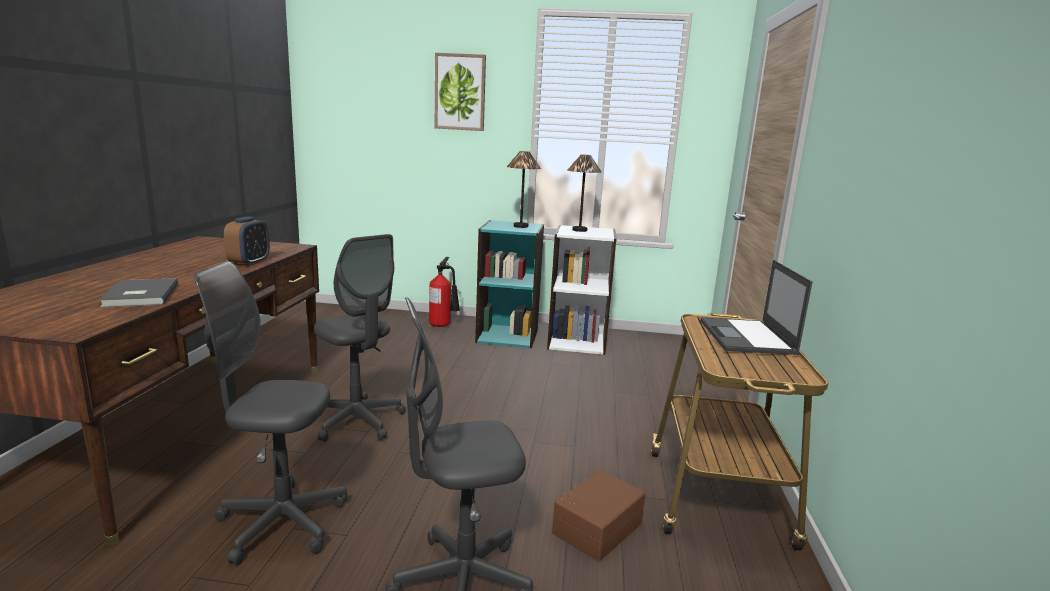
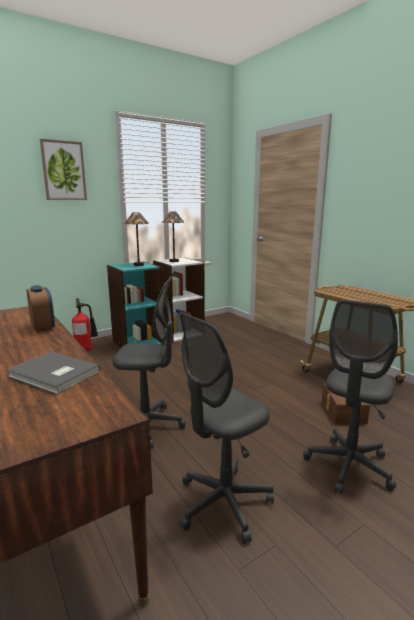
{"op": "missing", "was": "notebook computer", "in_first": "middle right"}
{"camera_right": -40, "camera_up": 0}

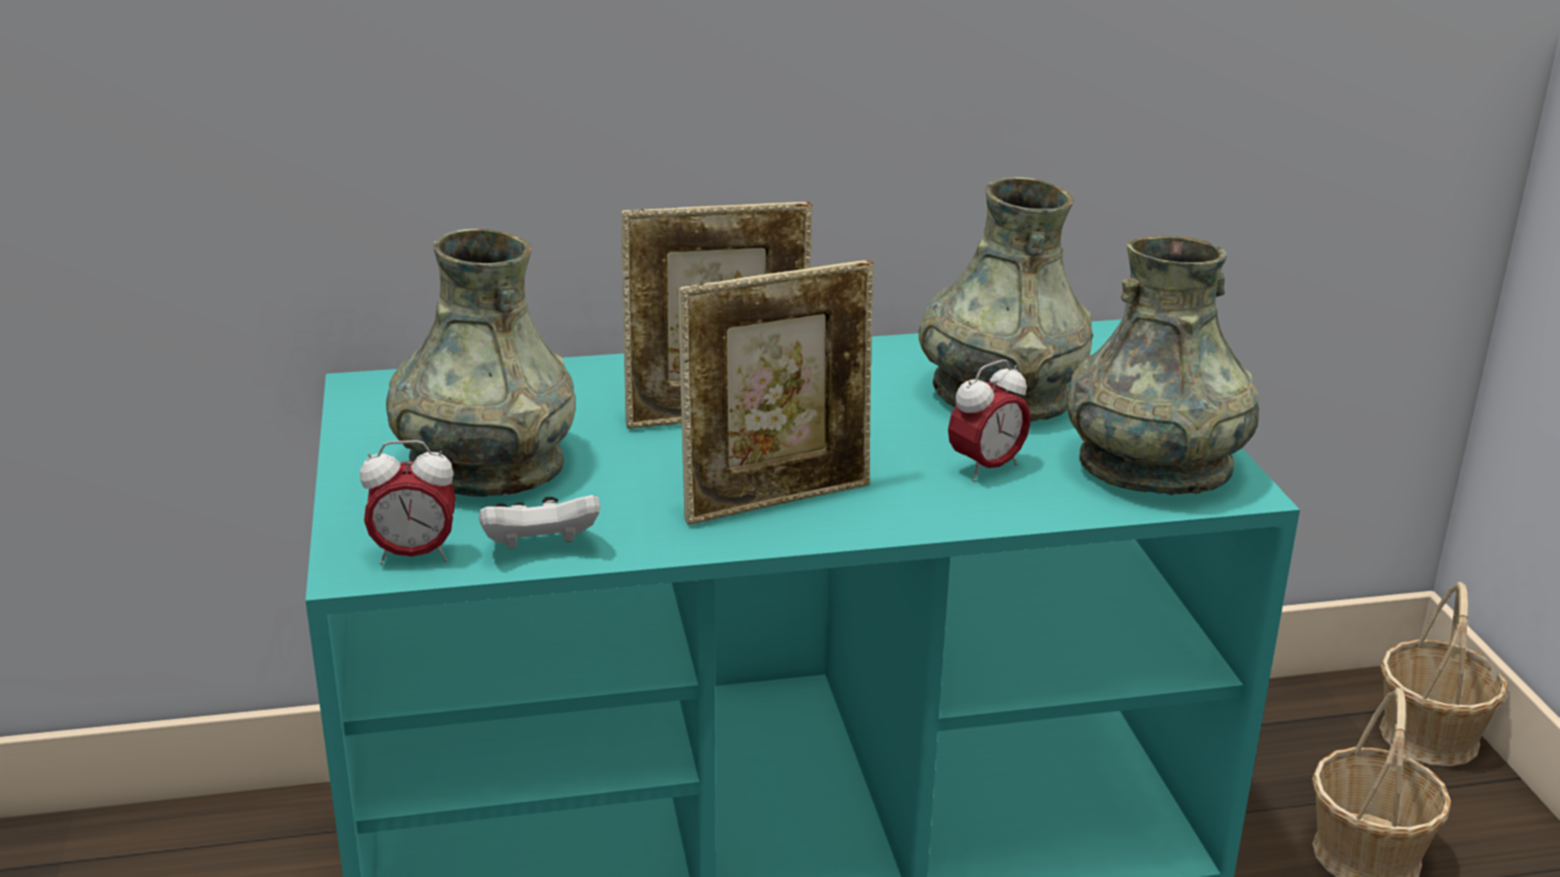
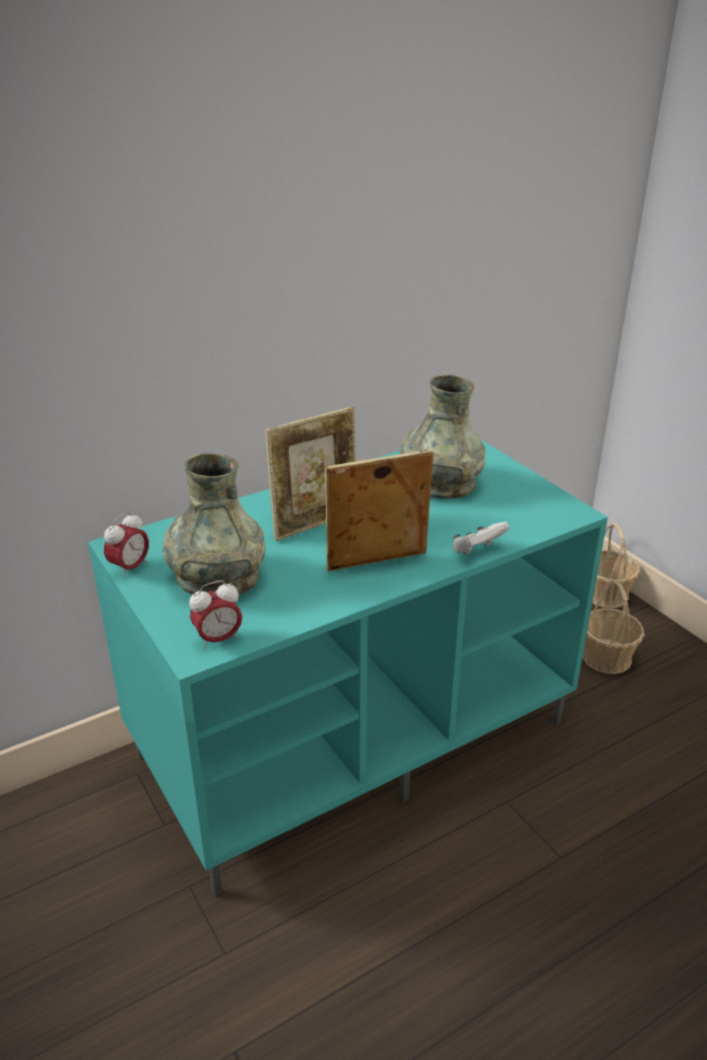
{"op": "relocated", "was": "alarm clock (no. 2 from left in the first image)", "now": "alarm clock (no. 1 from left)", "in_first": "centre", "in_second": "middle left"}
{"op": "spun", "was": "standing frame (no. 2 from left)", "in_first": "centre", "in_second": "centre", "clockwise": -150}
{"op": "relocated", "was": "white-coloured joypad", "in_first": "centre", "in_second": "middle right"}
{"op": "missing", "was": "greyish vase (no. 3 from left)", "in_first": "middle right"}
{"camera_right": -20, "camera_up": 5}

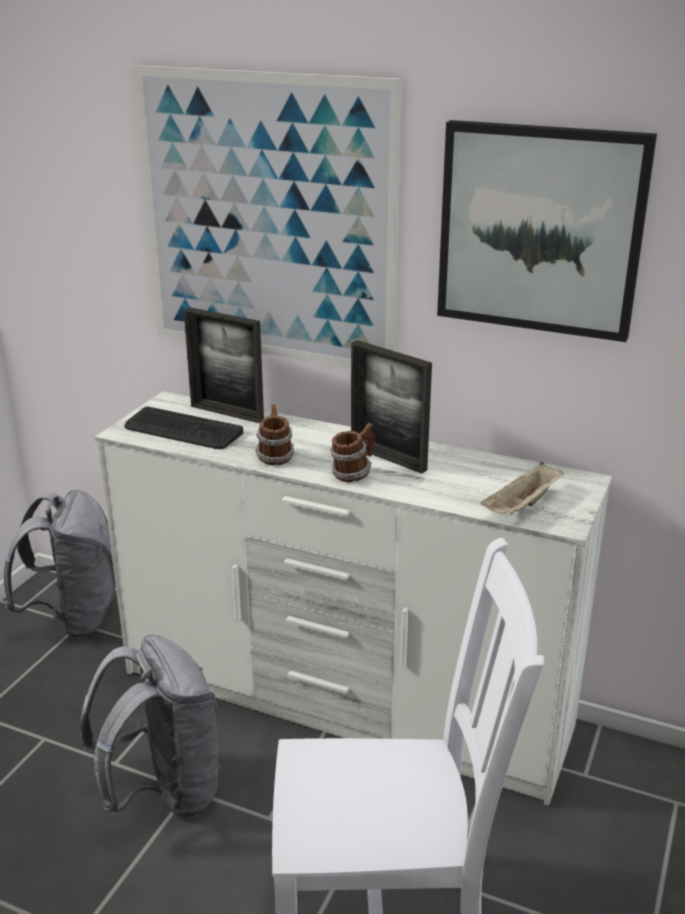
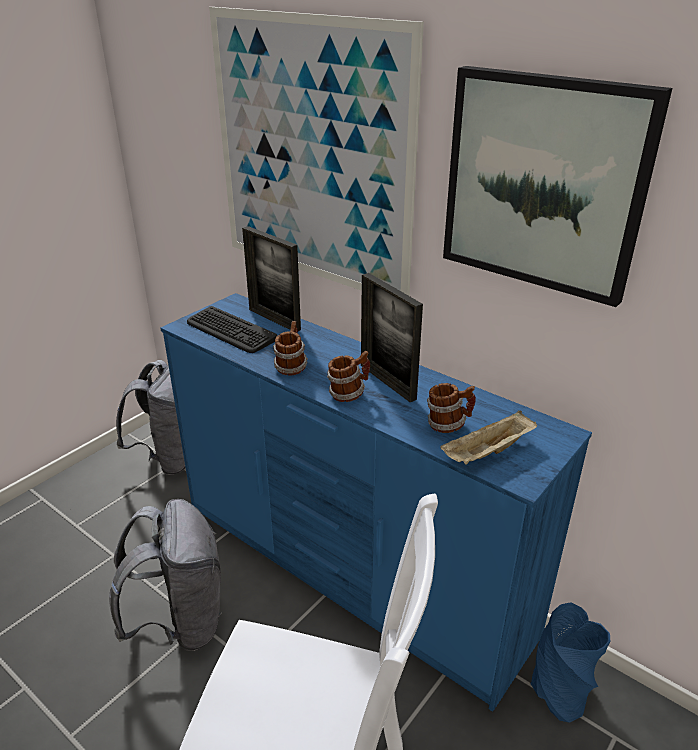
{"op": "colour", "was": "white-coloured chest of drawers", "now": "blue chest of drawers", "in_first": "centre", "in_second": "bottom centre"}
{"op": "appeared", "now": "tea mug (no. 3 from left)", "in_second": "centre"}
{"op": "appeared", "now": "blue vase", "in_second": "bottom right"}
{"camera_right": 15, "camera_up": 5}

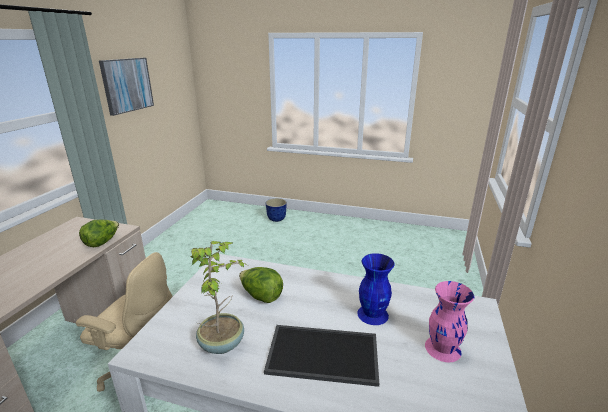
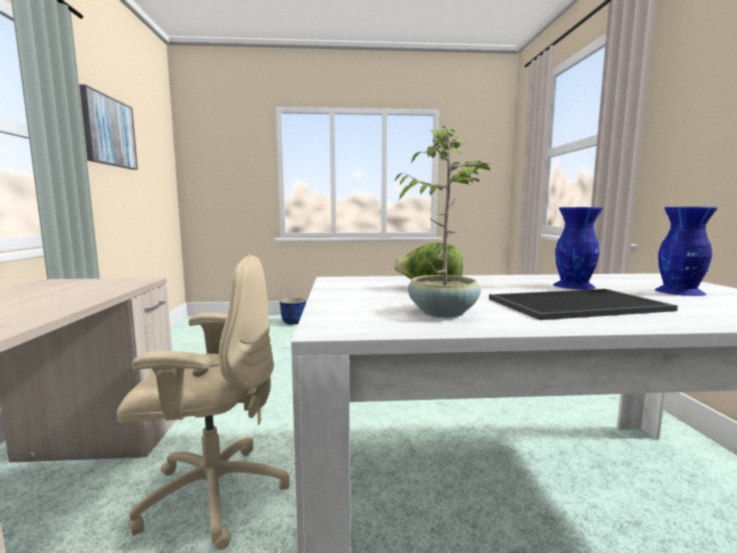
{"op": "colour", "was": "pinkish vase", "now": "blue vase (no. 2 from left)", "in_first": "bottom right", "in_second": "middle right"}
{"op": "missing", "was": "lettuce (no. 1 from left)", "in_first": "middle left"}
{"camera_right": -20, "camera_up": -15}

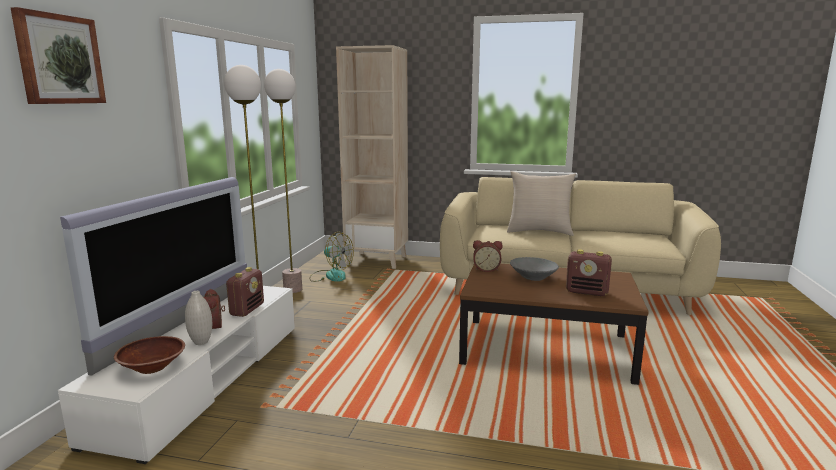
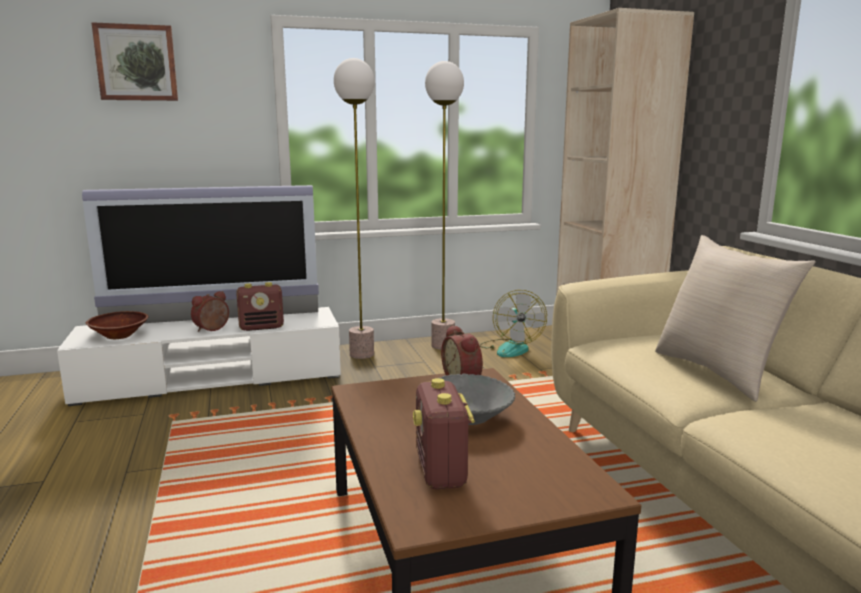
{"op": "missing", "was": "white-coloured vase", "in_first": "bottom left"}
{"camera_right": 60, "camera_up": 0}

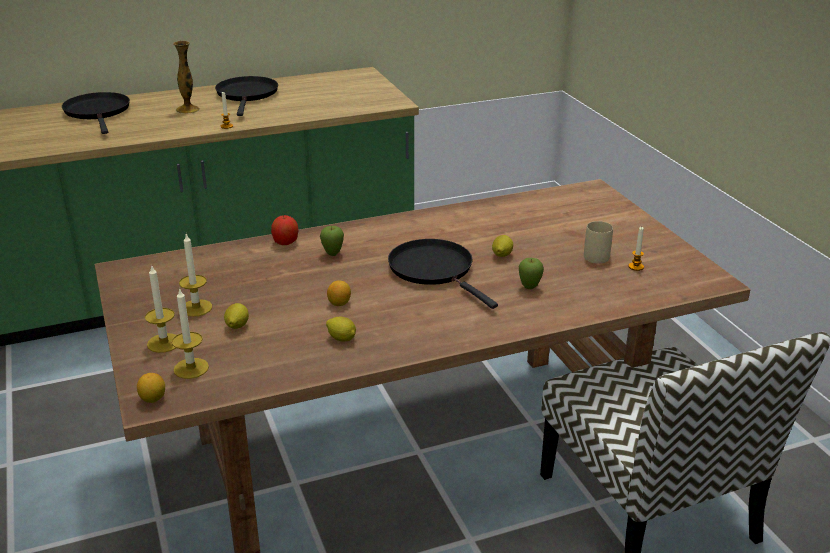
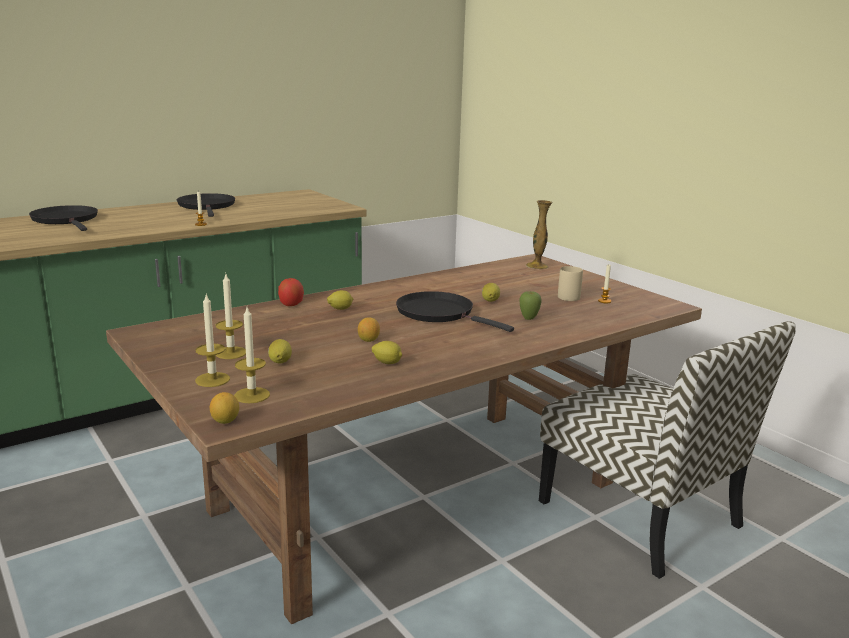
{"op": "exchanged", "was": "apple (no. 2 from left)", "now": "citrus fruit (no. 3 from left)", "in_first": "centre", "in_second": "centre"}
{"op": "relocated", "was": "vase", "in_first": "top left", "in_second": "centre"}
{"camera_right": -15, "camera_up": -10}

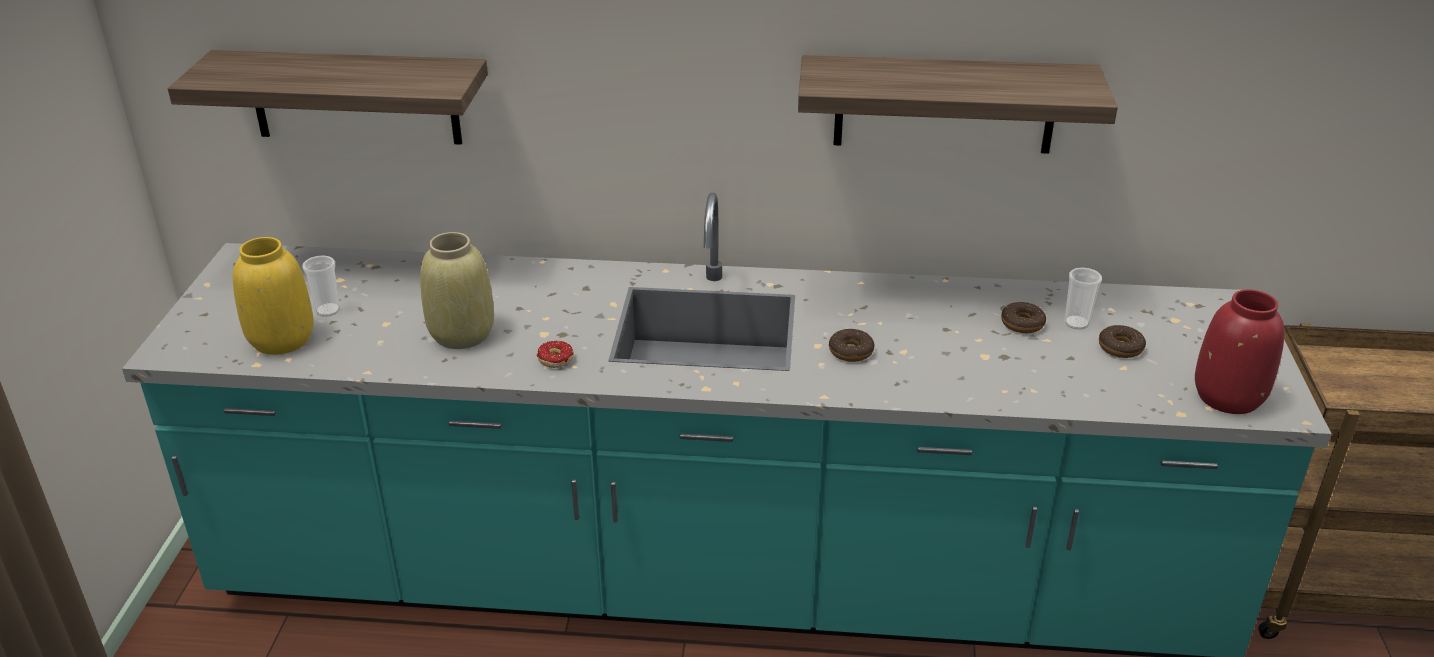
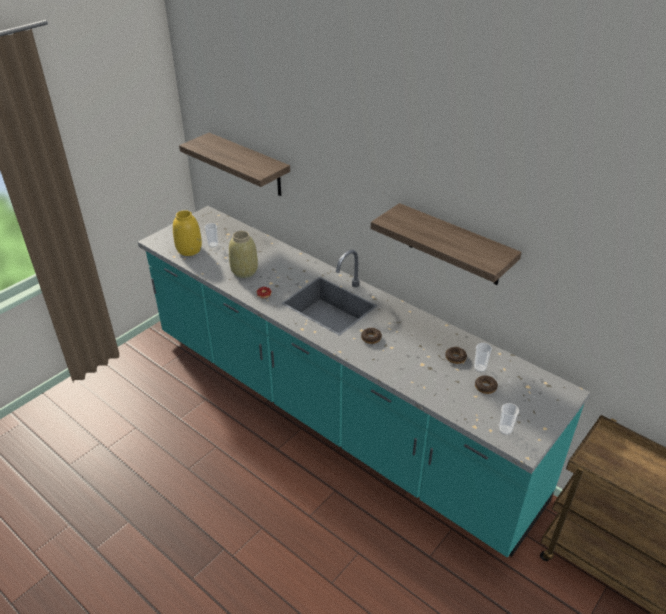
{"op": "exchanged", "was": "red vase", "now": "cup (no. 3 from left)", "in_first": "middle right", "in_second": "bottom right"}
{"camera_right": 35, "camera_up": 5}

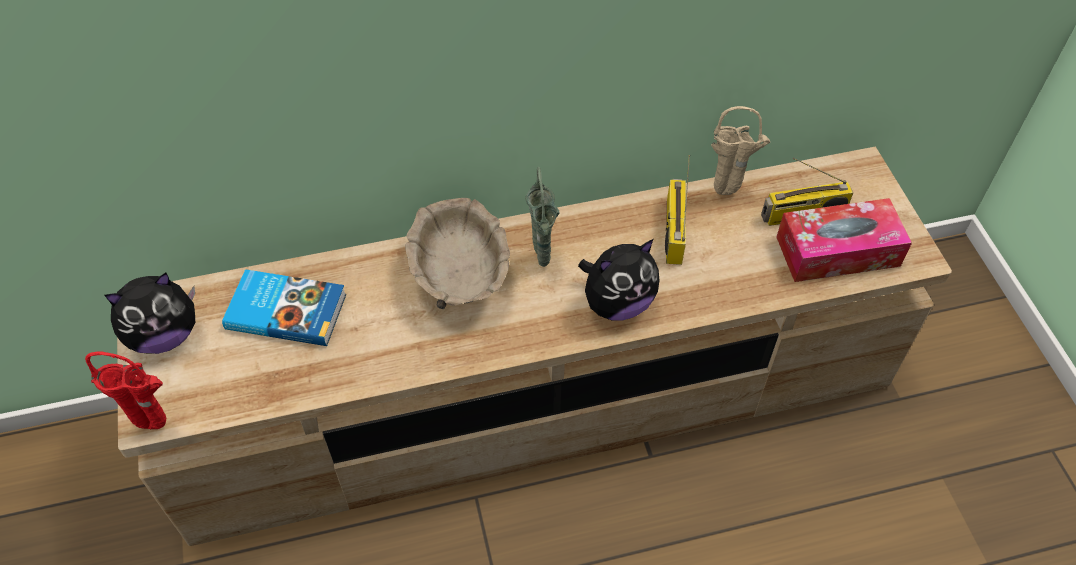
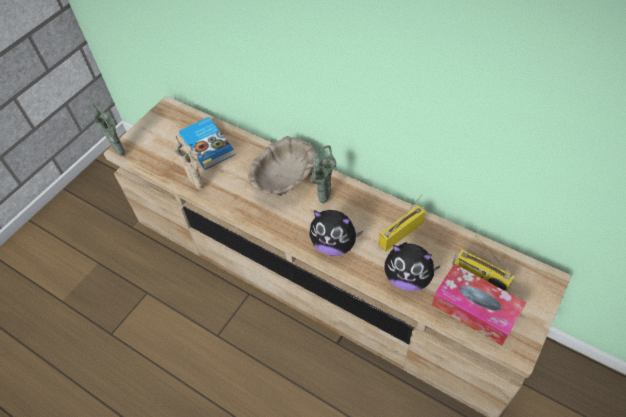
{"op": "colour", "was": "red vase", "now": "greenish vase (no. 1 from left)", "in_first": "bottom left", "in_second": "top left"}
{"op": "relocated", "was": "sand-coloured vase", "in_first": "top right", "in_second": "middle left"}
{"op": "relocated", "was": "cuddly toy (no. 1 from left in the first image)", "now": "cuddly toy (no. 2 from left)", "in_first": "middle left", "in_second": "centre"}
{"camera_right": 50, "camera_up": 0}

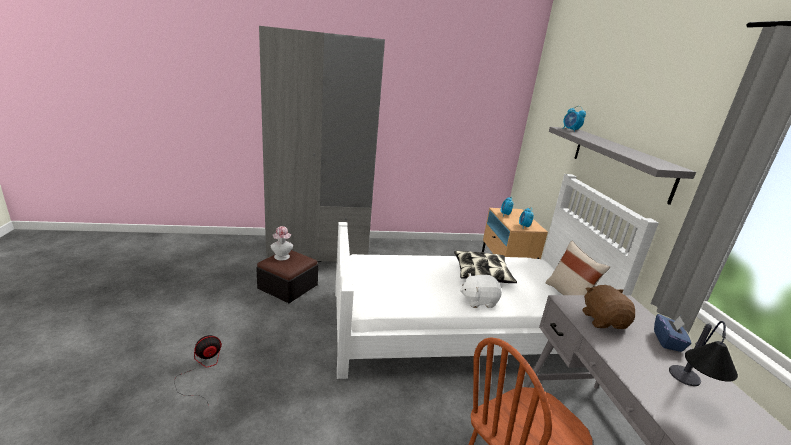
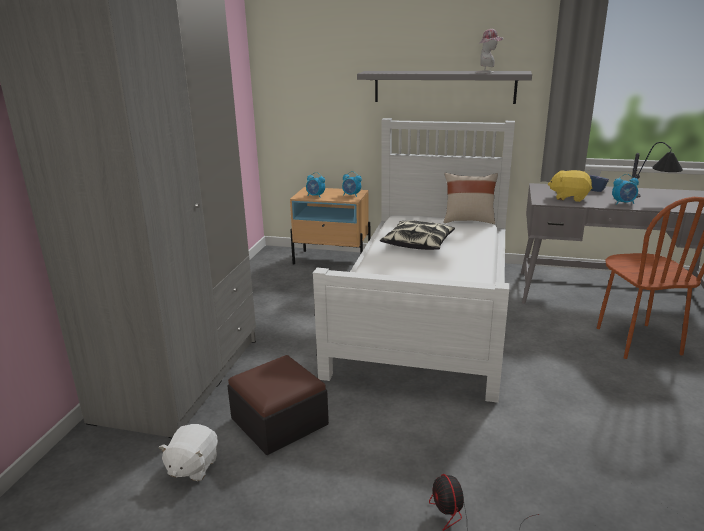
{"op": "relocated", "was": "white-coloured cuddly toy", "in_first": "centre", "in_second": "bottom left"}
{"op": "relocated", "was": "hat", "in_first": "centre", "in_second": "top right"}
{"op": "colour", "was": "brown-coloured cuddly toy", "now": "yellowish cuddly toy", "in_first": "bottom right", "in_second": "middle right"}
{"op": "relocated", "was": "alarm clock (no. 3 from left)", "in_first": "top right", "in_second": "middle right"}
{"camera_right": -65, "camera_up": 0}

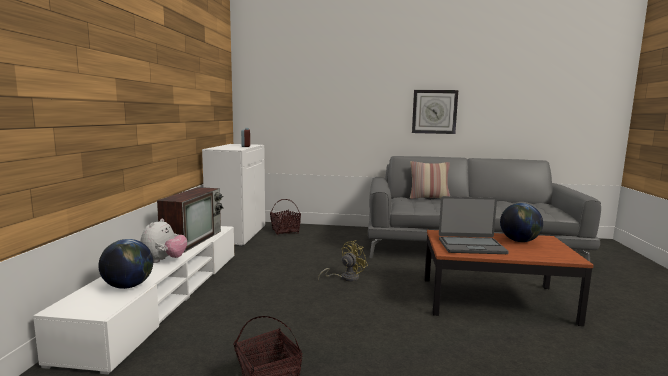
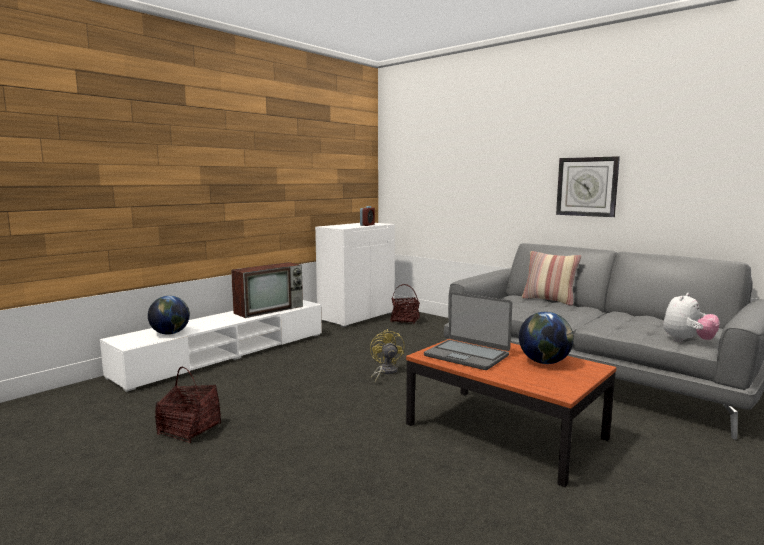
{"op": "spun", "was": "yellowish fan", "in_first": "bottom centre", "in_second": "centre", "clockwise": -90}
{"op": "relocated", "was": "cuddly toy", "in_first": "middle left", "in_second": "middle right"}
{"camera_right": 35, "camera_up": 0}

